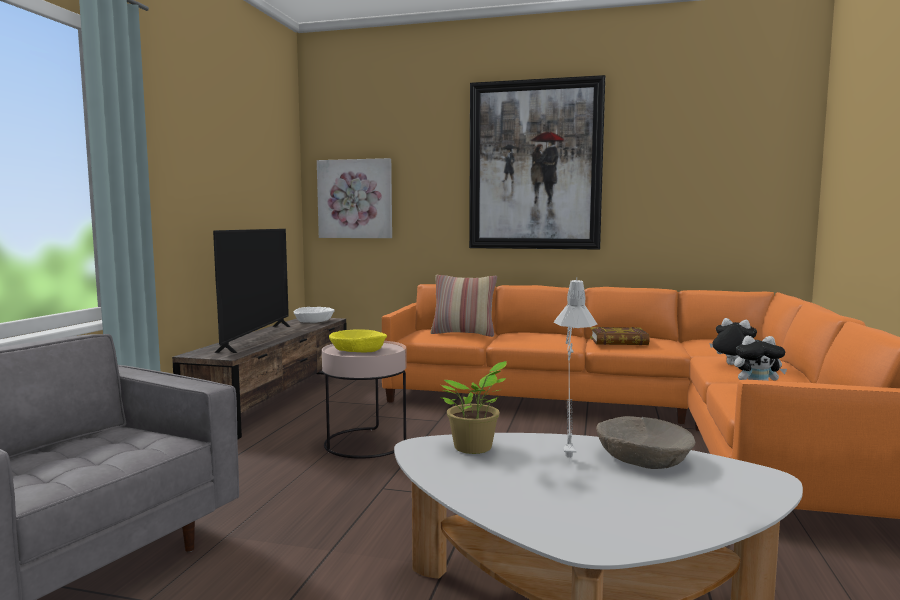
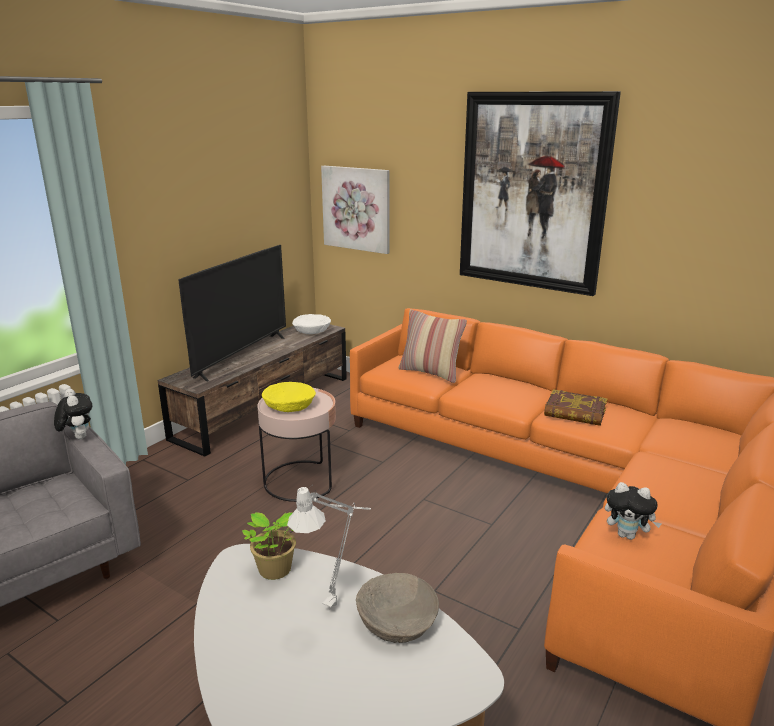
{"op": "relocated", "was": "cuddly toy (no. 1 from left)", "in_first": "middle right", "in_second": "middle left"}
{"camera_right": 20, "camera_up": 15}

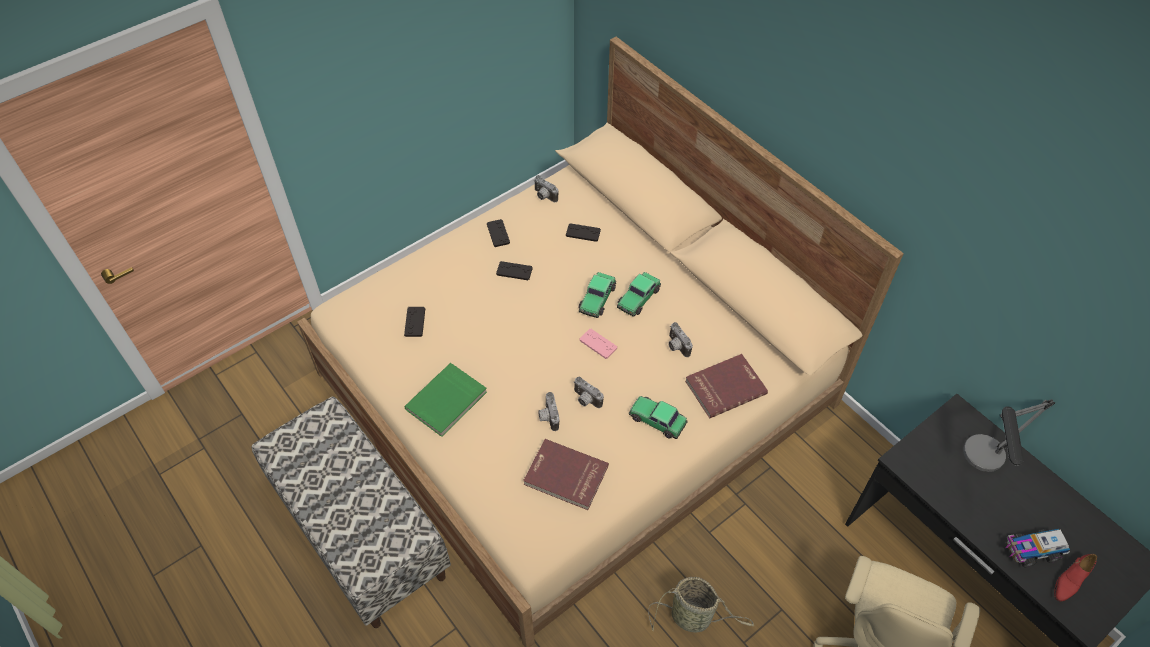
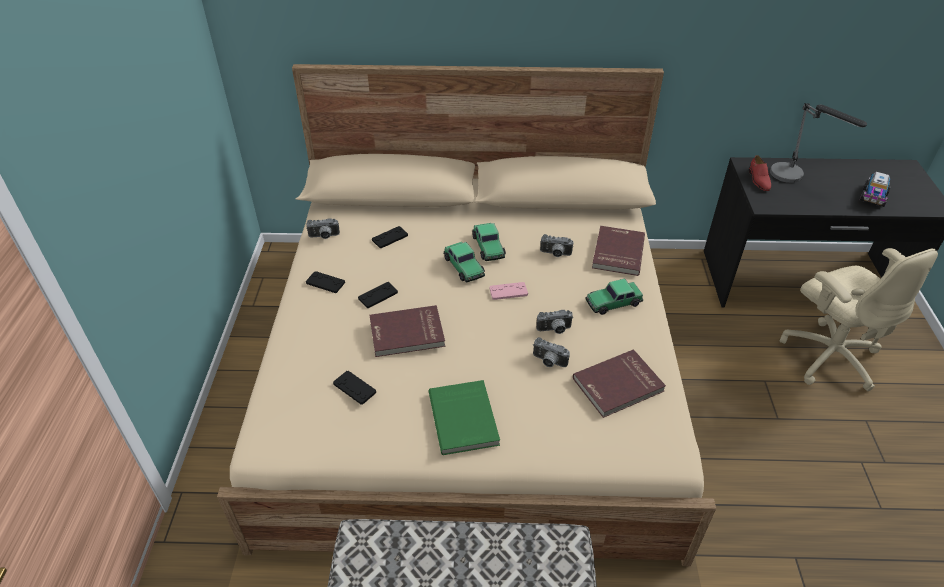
{"op": "appeared", "now": "red bound book (no. 1 from left)", "in_second": "centre"}
{"op": "relocated", "was": "red shoe", "in_first": "bottom right", "in_second": "top right"}
{"op": "missing", "was": "household basket", "in_first": "bottom centre"}
{"camera_right": -50, "camera_up": -10}

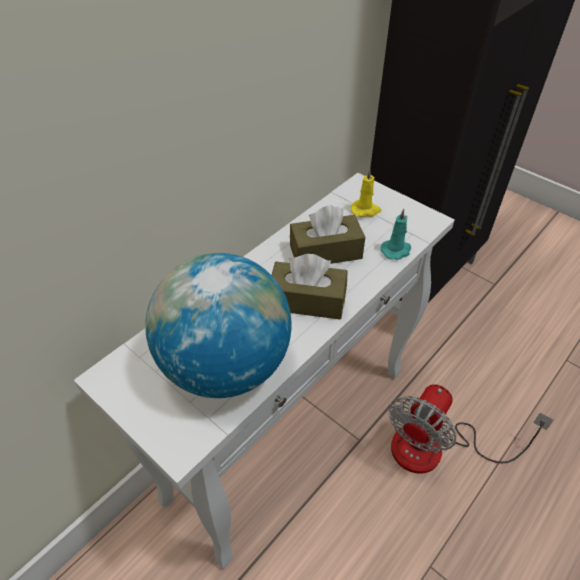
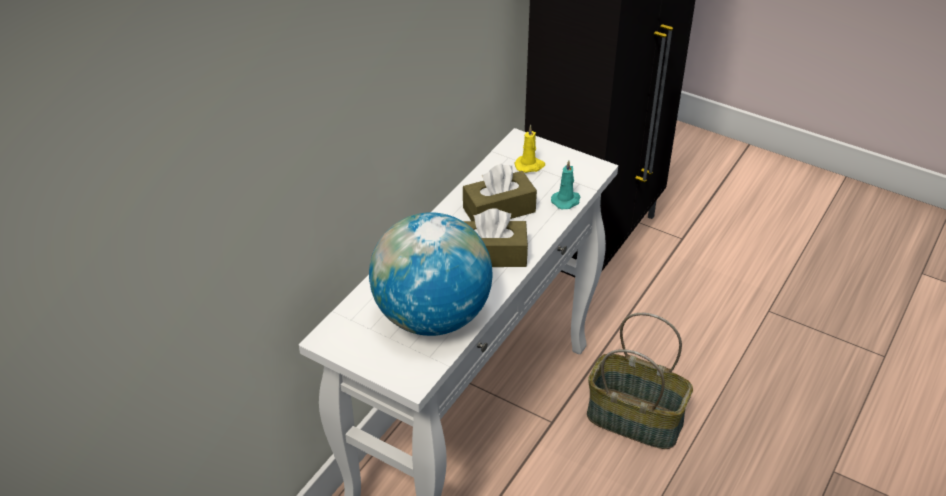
{"op": "exchanged", "was": "fan", "now": "household basket", "in_first": "bottom right", "in_second": "bottom right"}
{"camera_right": -10, "camera_up": -5}

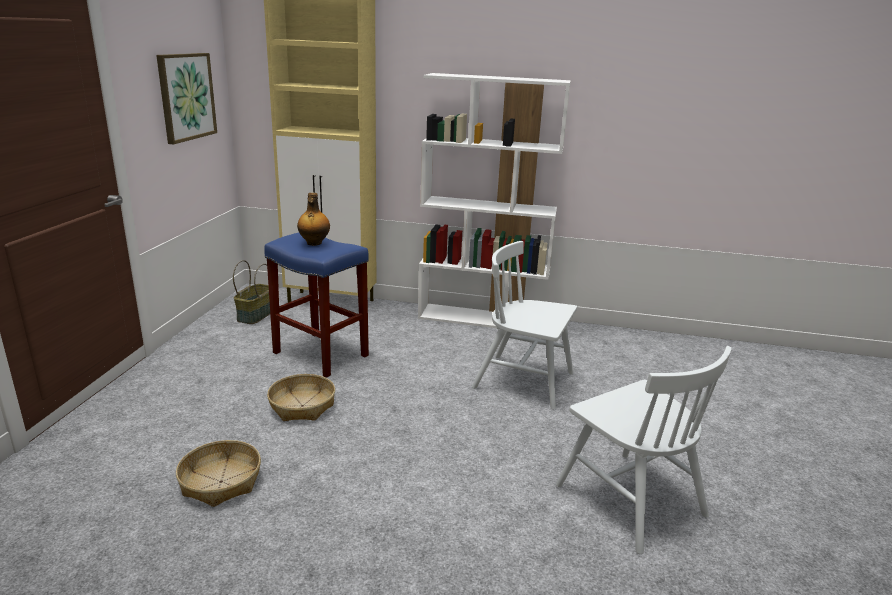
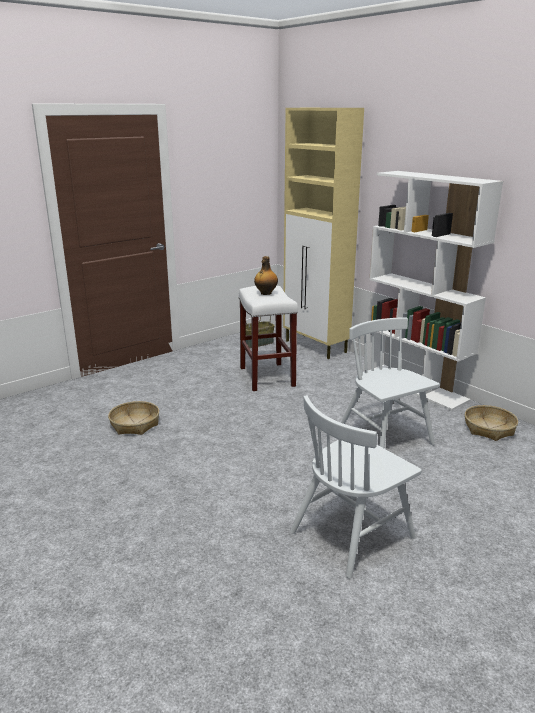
{"op": "colour", "was": "blue stool seat", "now": "white-coloured stool seat", "in_first": "centre", "in_second": "centre"}
{"op": "spun", "was": "white-coloured chair (no. 2 from left in the first image)", "in_first": "bottom right", "in_second": "bottom centre", "clockwise": 45}
{"op": "relocated", "was": "household basket (no. 3 from left)", "in_first": "bottom centre", "in_second": "middle right"}
{"op": "missing", "was": "wall picture", "in_first": "top left"}
{"camera_right": 40, "camera_up": 0}

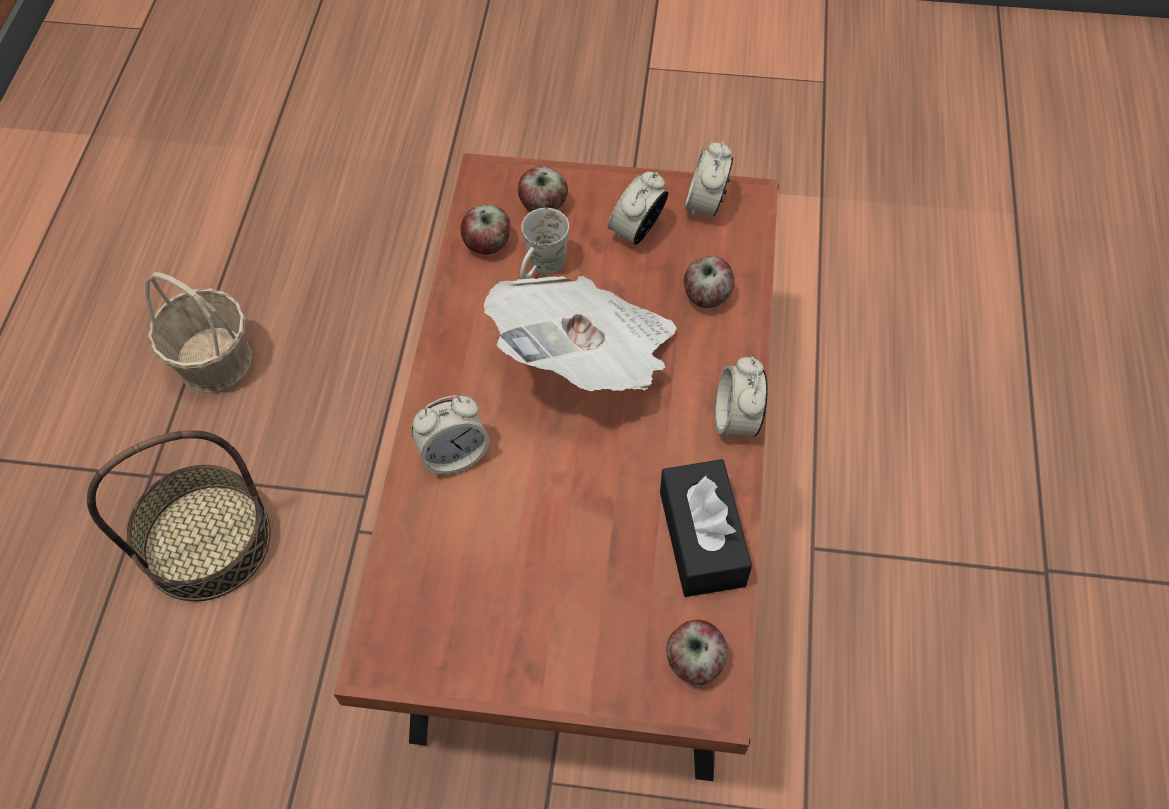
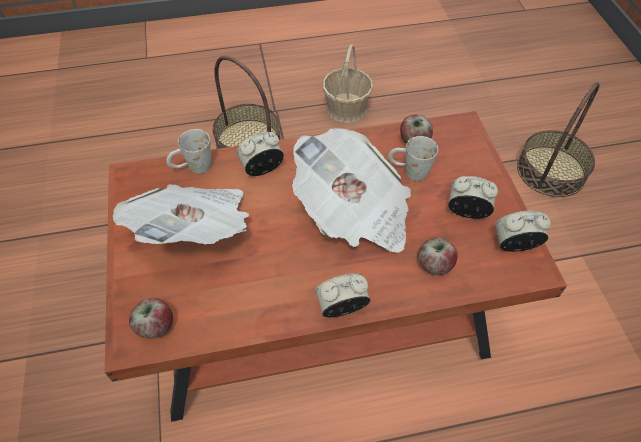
{"op": "appeared", "now": "printed paper (no. 1 from left)", "in_second": "middle left"}
{"op": "appeared", "now": "white-coloured tea mug (no. 1 from left)", "in_second": "middle left"}
{"op": "spun", "was": "alarm clock (no. 1 from left)", "in_first": "centre", "in_second": "centre", "clockwise": 105}
{"op": "appeared", "now": "household basket (no. 3 from left)", "in_second": "top right"}
{"op": "missing", "was": "apple (no. 2 from left)", "in_first": "top centre"}
{"op": "missing", "was": "blackish box of tissues", "in_first": "centre"}
{"camera_right": 70, "camera_up": -5}

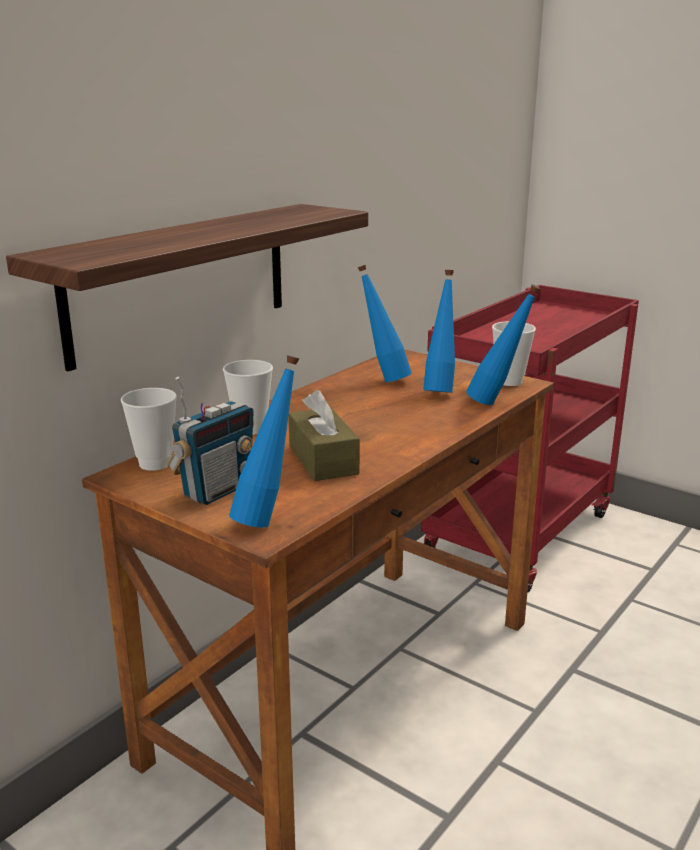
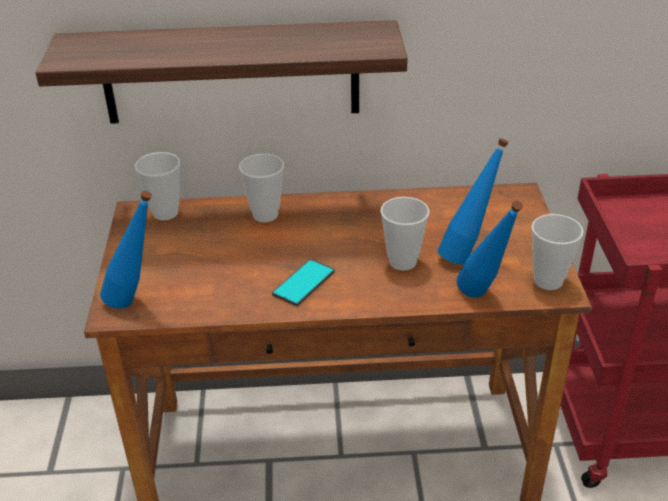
{"op": "appeared", "now": "phone", "in_second": "centre"}
{"op": "appeared", "now": "cup (no. 3 from left)", "in_second": "centre"}
{"op": "missing", "was": "radio", "in_first": "middle left"}
{"op": "missing", "was": "brown-coloured box of tissues", "in_first": "centre"}
{"op": "missing", "was": "blue bottle (no. 2 from left)", "in_first": "centre"}
{"camera_right": 50, "camera_up": 15}

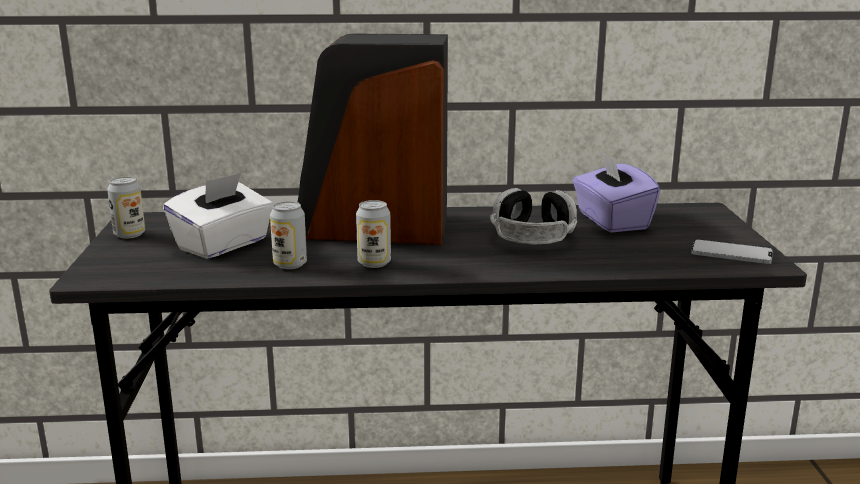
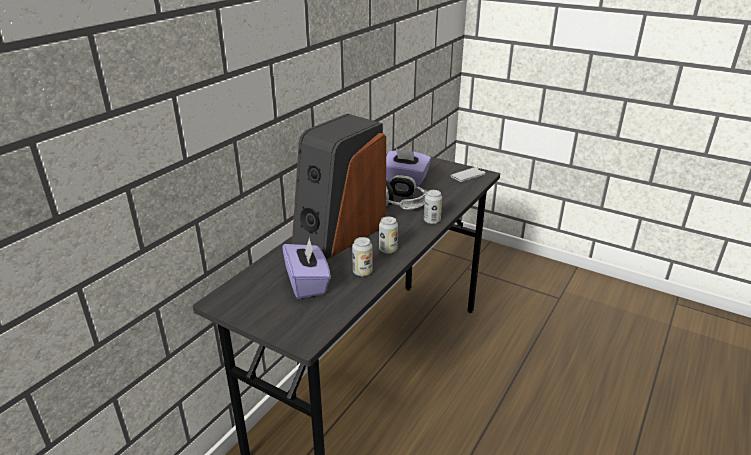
{"op": "colour", "was": "white-coloured box of tissues", "now": "purple-coloured box of tissues (no. 1 from left)", "in_first": "middle left", "in_second": "centre"}
{"op": "relocated", "was": "metal can (no. 1 from left in the first image)", "now": "metal can (no. 3 from left)", "in_first": "middle left", "in_second": "centre"}
{"camera_right": -55, "camera_up": 10}

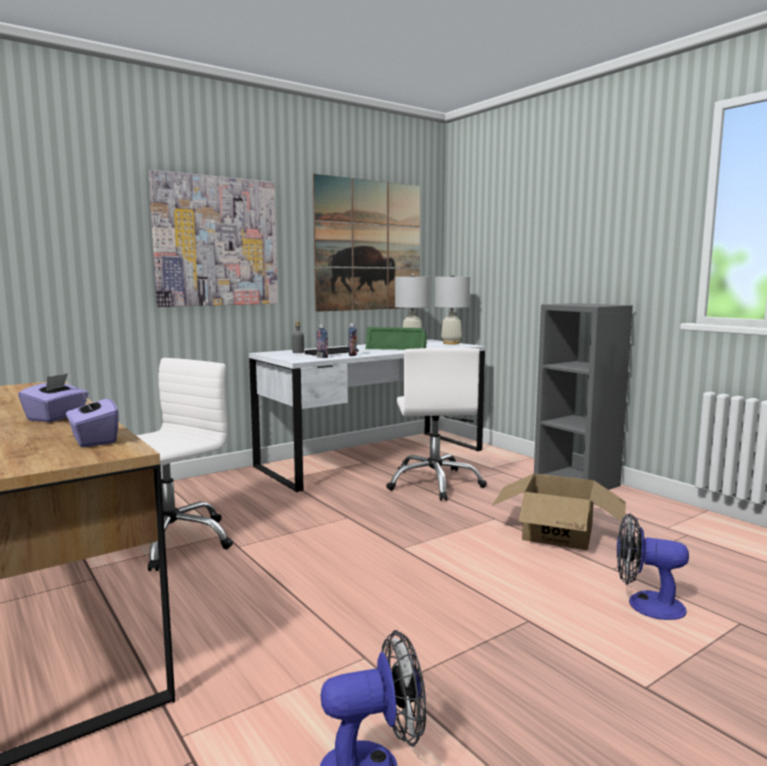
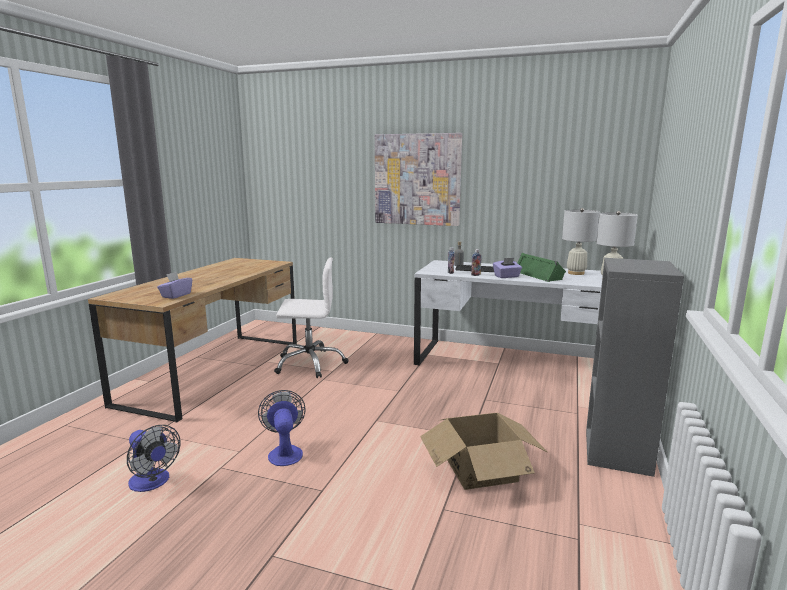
{"op": "relocated", "was": "fan (no. 2 from left)", "in_first": "bottom right", "in_second": "bottom centre"}
{"op": "relocated", "was": "purple-coloured box of tissues (no. 1 from left in the first image)", "now": "purple-coloured box of tissues (no. 2 from left)", "in_first": "middle left", "in_second": "centre"}
{"op": "missing", "was": "wall picture (no. 2 from left)", "in_first": "top centre"}
{"op": "missing", "was": "white-coloured office chair (no. 2 from left)", "in_first": "centre"}
{"camera_right": 55, "camera_up": 5}

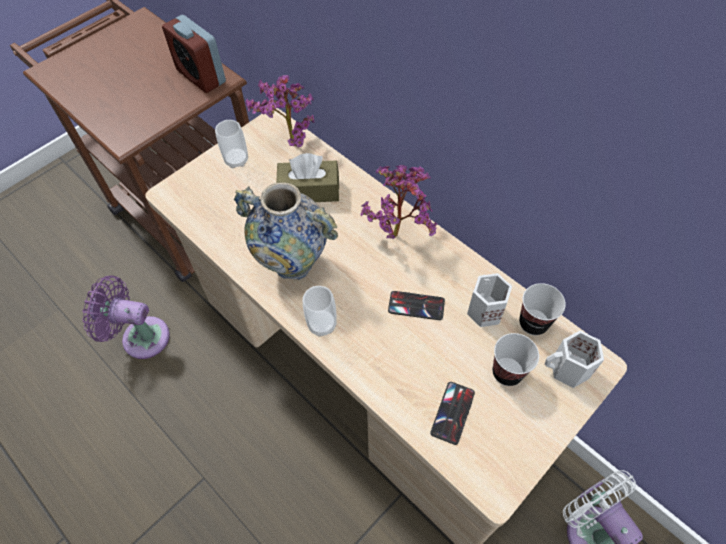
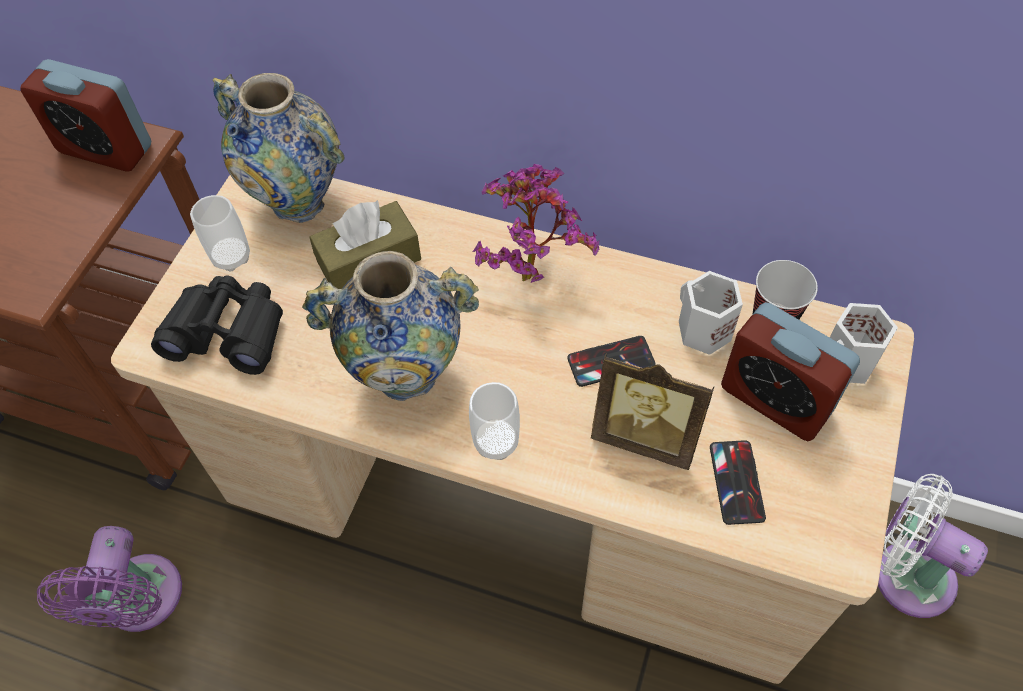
{"op": "spun", "was": "purple-coloured fan", "in_first": "middle left", "in_second": "bottom left", "clockwise": -75}
{"op": "appeared", "now": "blackish field glasses", "in_second": "middle left"}
{"op": "exchanged", "was": "houseplant (no. 1 from left)", "now": "vase (no. 1 from left)", "in_first": "top centre", "in_second": "top left"}
{"op": "appeared", "now": "standing frame", "in_second": "centre"}
{"op": "exchanged", "was": "cup (no. 3 from left)", "now": "alarm clock (no. 2 from left)", "in_first": "middle right", "in_second": "middle right"}
{"camera_right": -25, "camera_up": 0}

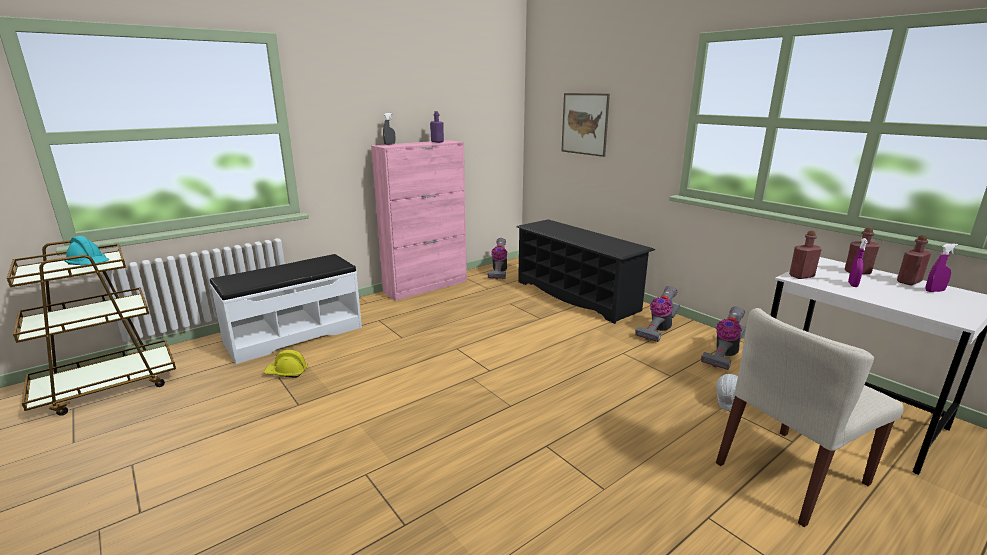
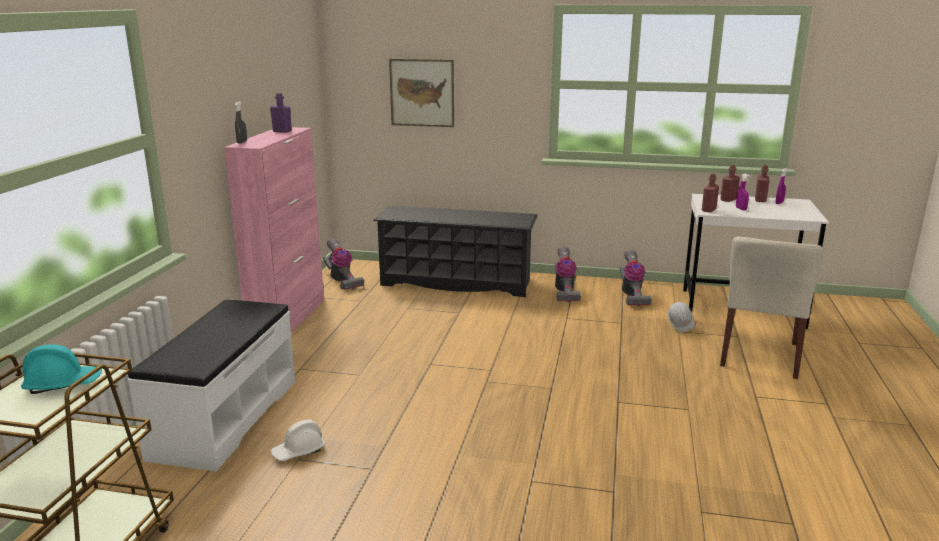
{"op": "colour", "was": "yellowish work helmet", "now": "white-coloured work helmet (no. 1 from left)", "in_first": "middle left", "in_second": "bottom left"}
{"camera_right": -40, "camera_up": 0}

